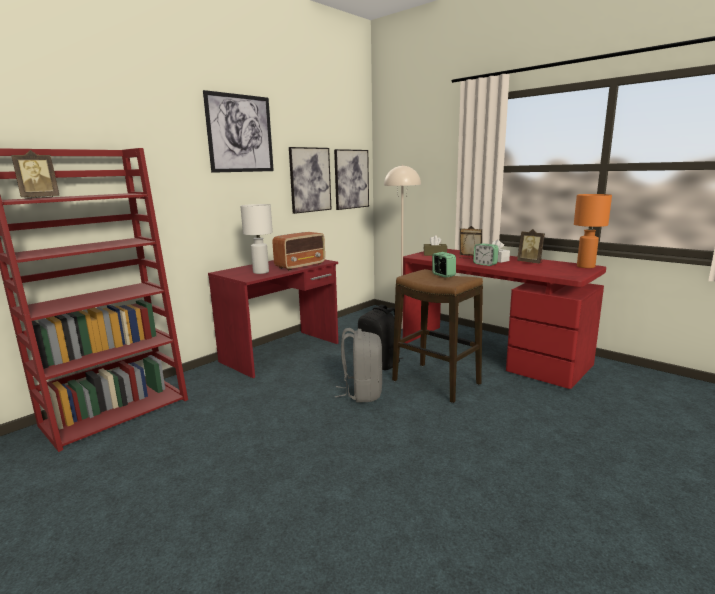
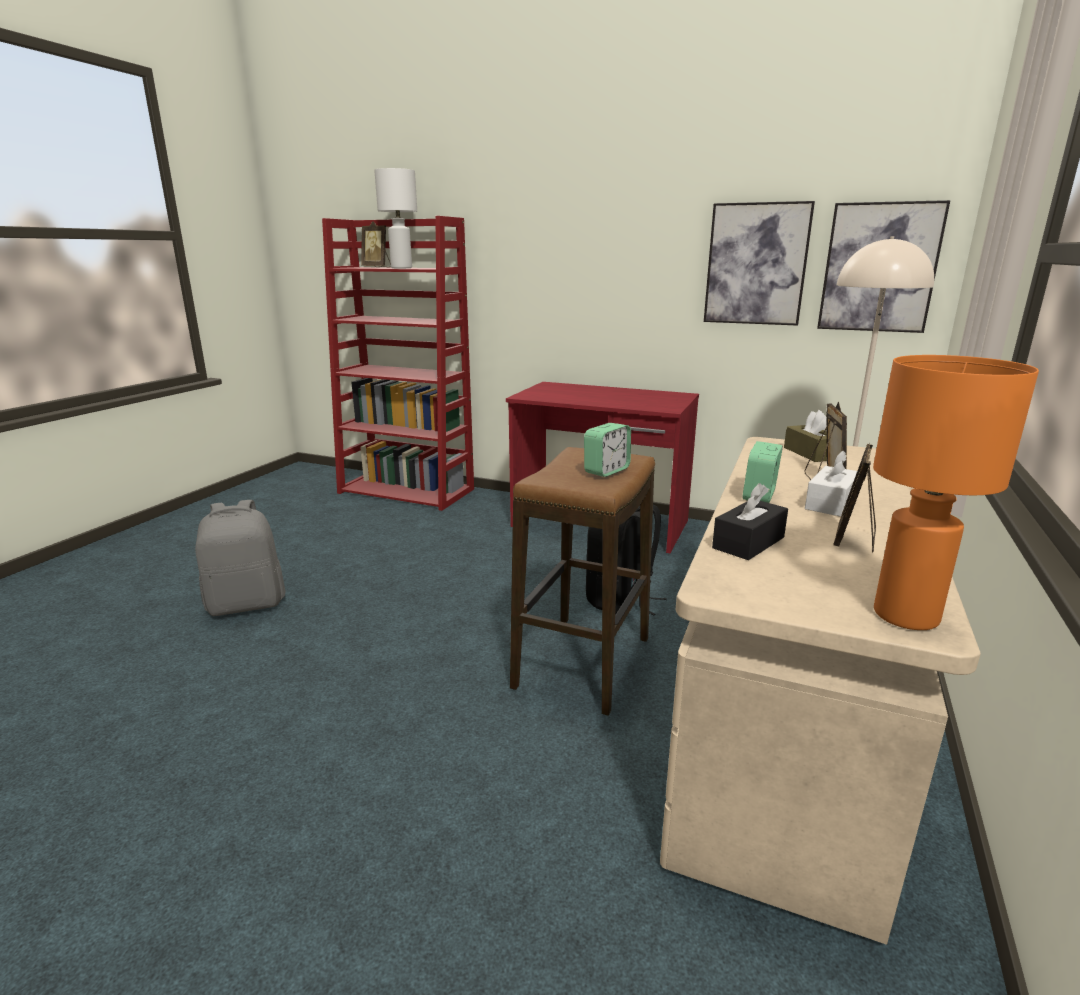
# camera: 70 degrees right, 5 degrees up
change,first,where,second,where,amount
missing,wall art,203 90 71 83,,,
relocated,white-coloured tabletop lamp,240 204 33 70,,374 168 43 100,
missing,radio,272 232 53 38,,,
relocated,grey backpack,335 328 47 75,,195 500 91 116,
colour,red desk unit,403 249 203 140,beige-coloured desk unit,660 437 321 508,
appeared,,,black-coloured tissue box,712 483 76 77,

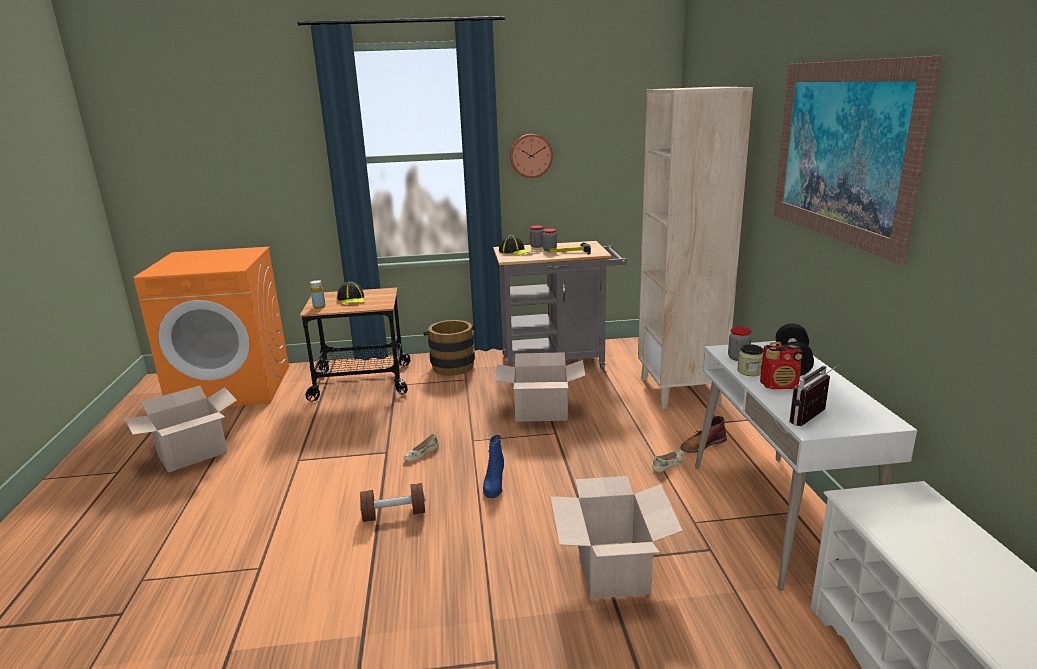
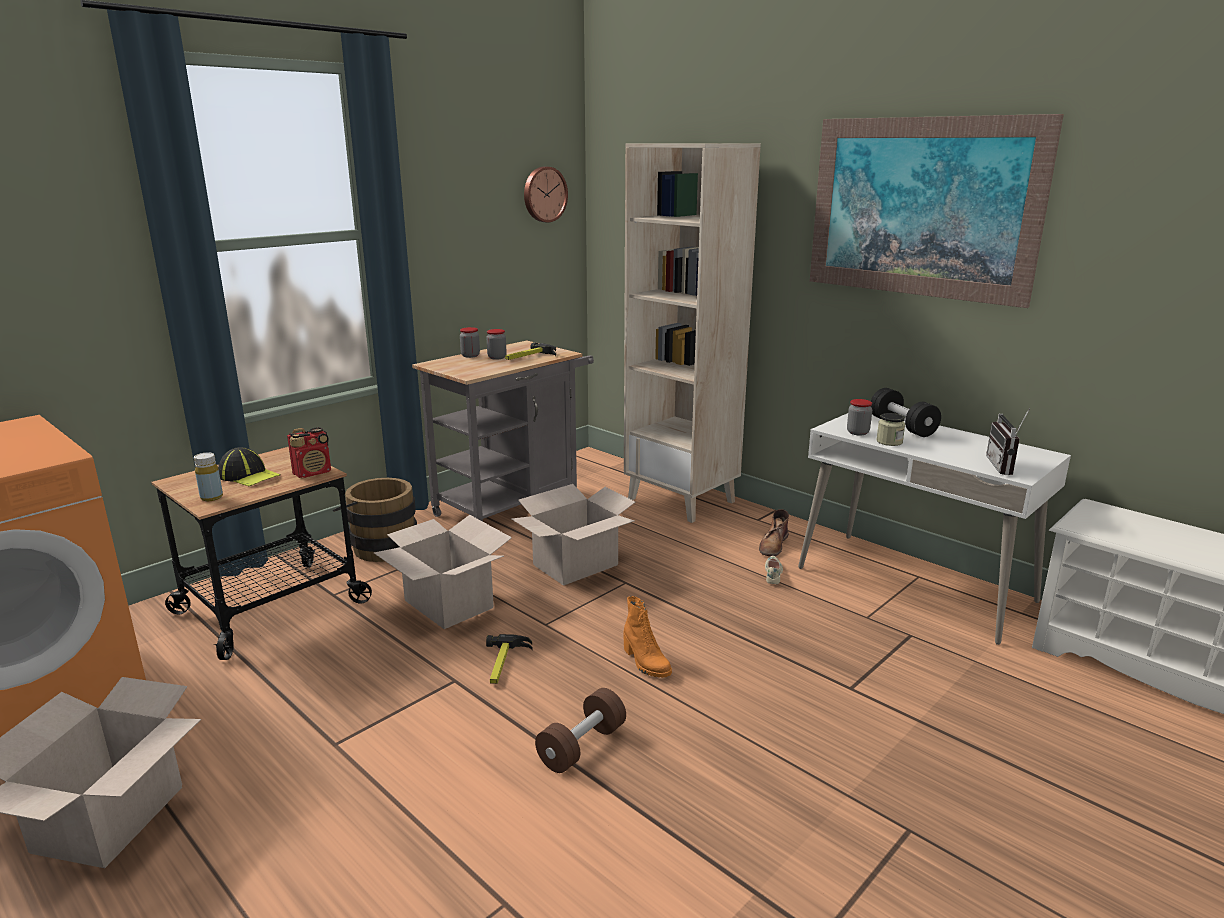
# camera: 40 degrees left, 0 degrees up
change,first,where,second,where,amount
exchanged,beige-coloured item of footwear,403 433 36 29,tool hammer,486 634 47 50,
colour,blue-coloured high-top boot,483 435 21 63,orange-coloured high-top boot,624 596 48 82,
missing,peaked cap,499 235 35 21,,,
relocated,clock on the wall,510 134 43 44,,524 167 44 56,
relocated,packing box,550 476 133 123,,374 515 138 114,
relocated,radio,760 342 44 47,,287 427 44 51,

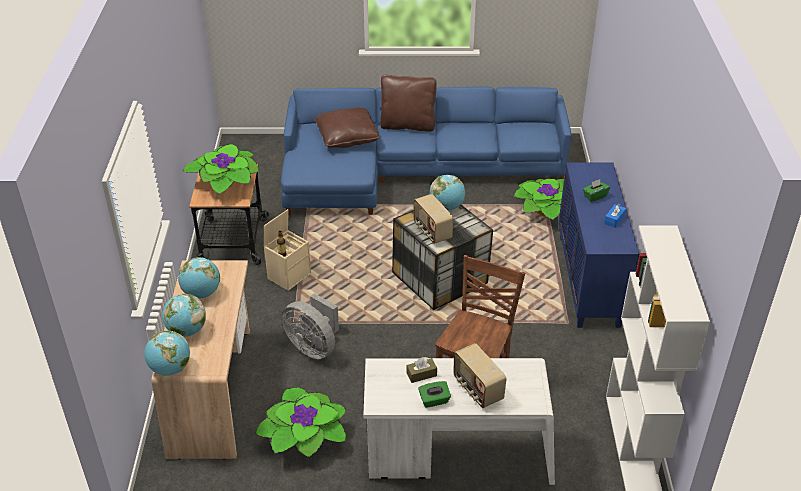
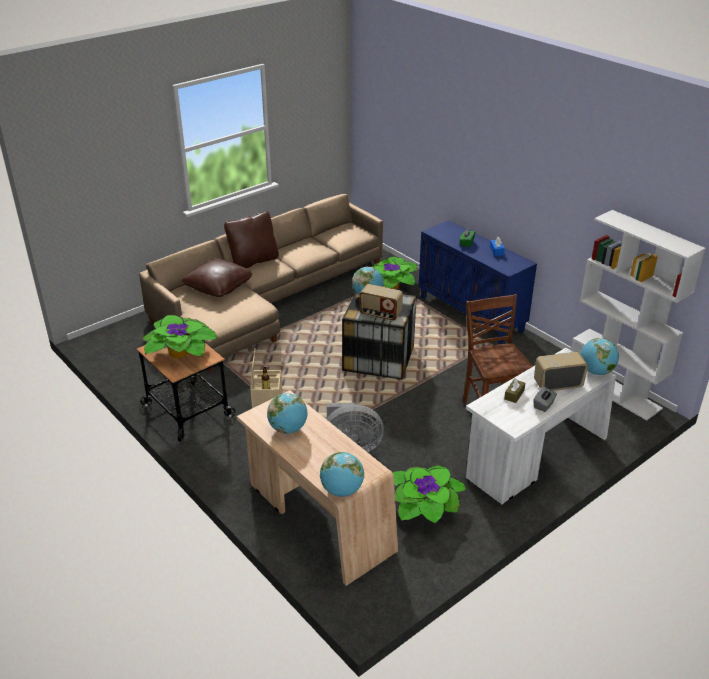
# camera: 40 degrees left, 5 degrees down
change,first,where,second,where,amount
relocated,world globe,162 294 44 43,,581 338 38 37,
colour,blue-coloured couch,281 86 290 130,beige-coloured couch,139 194 244 178,
colour,green tissue box,418 381 33 27,grey tissue box,533 386 24 26,
spun,radio,453 343 53 65,,534 352 54 39,150 degrees clockwise

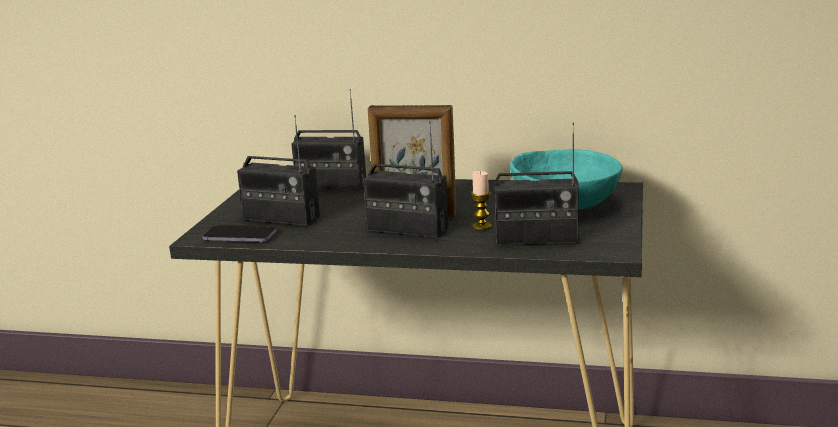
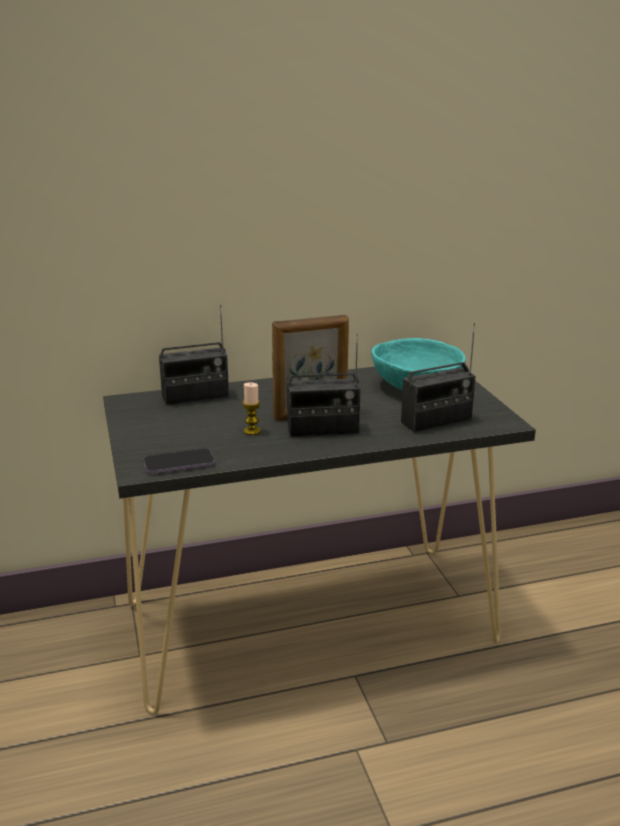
# camera: 30 degrees left, 5 degrees up
change,first,where,second,where,amount
missing,radio,237 115 83 111,,,
relocated,candle,471 171 21 59,,242 382 19 53,

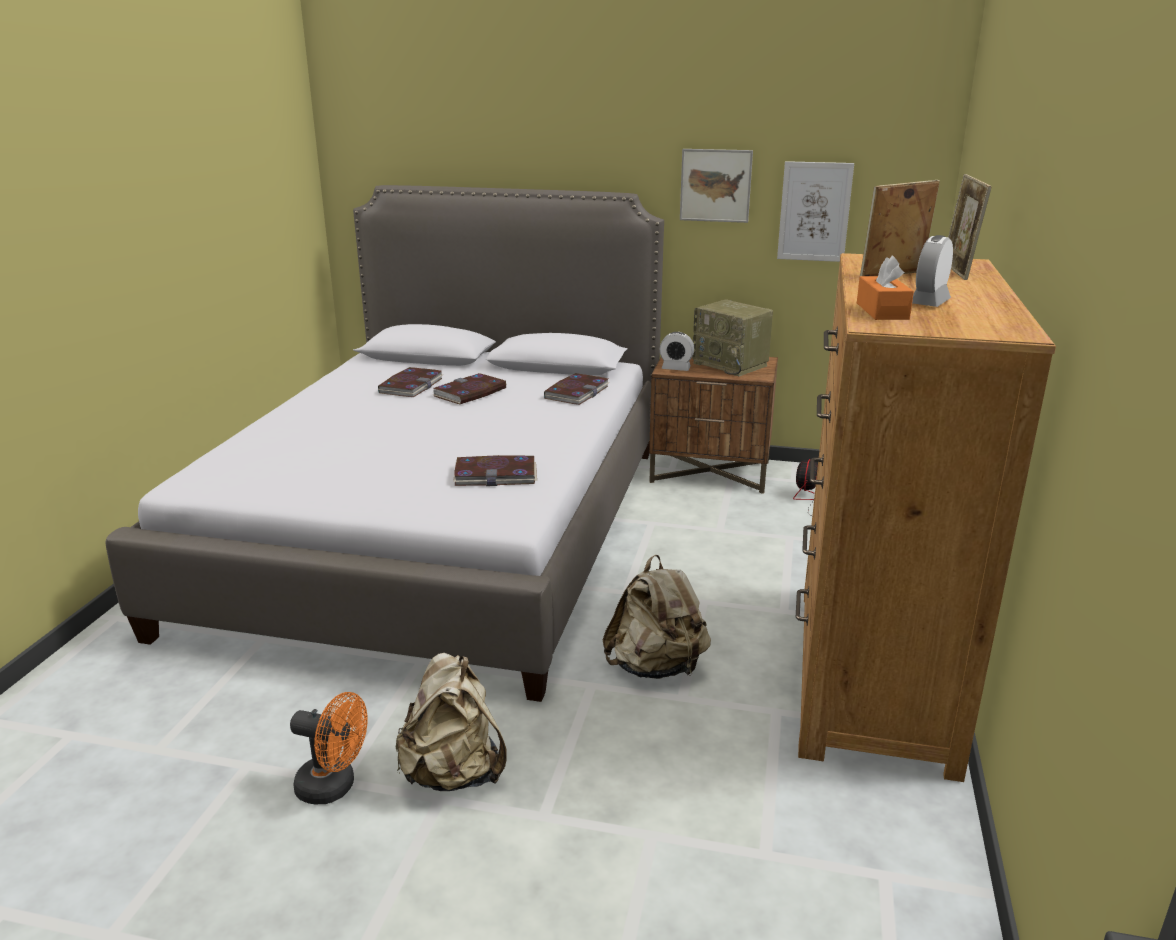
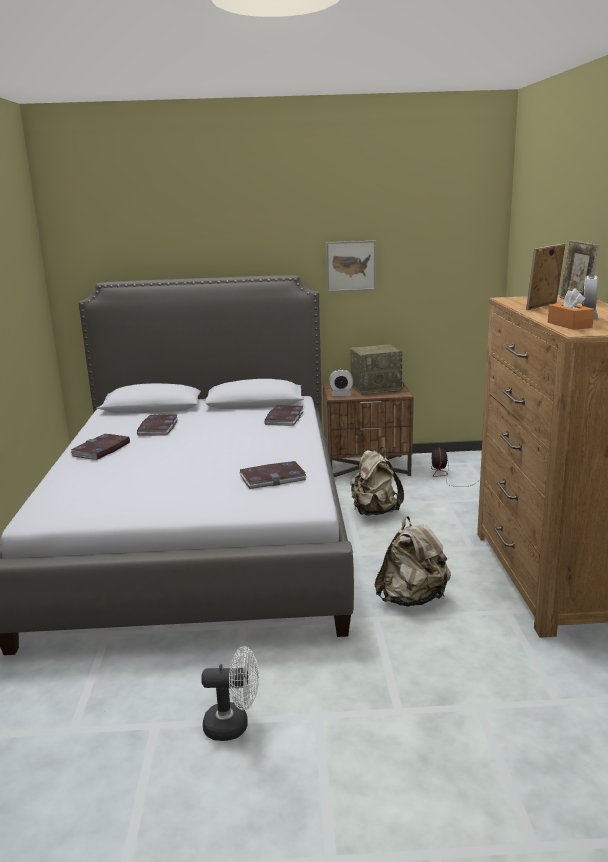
# camera: 15 degrees left, 5 degrees down
change,first,where,second,where,amount
colour,orange-coloured fan,290 692 78 112,white-coloured fan,201 646 58 95,
relocated,beige-coloured backpack,396 653 111 138,,350 447 54 69,
relocated,book,433 373 73 31,,71 434 59 26,
spun,radio,692 299 81 77,,350 344 54 51,45 degrees counterclockwise
missing,wall art,777 161 77 101,,,

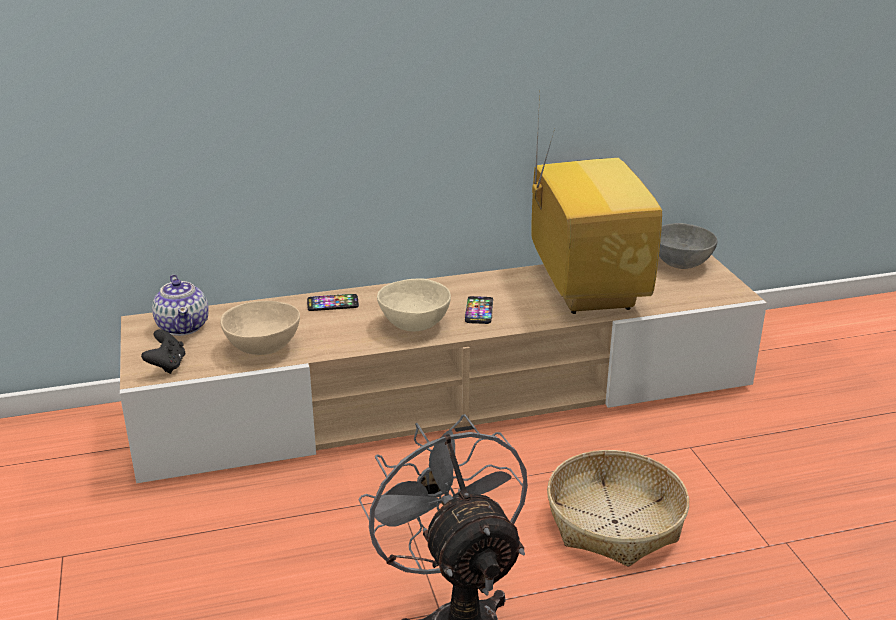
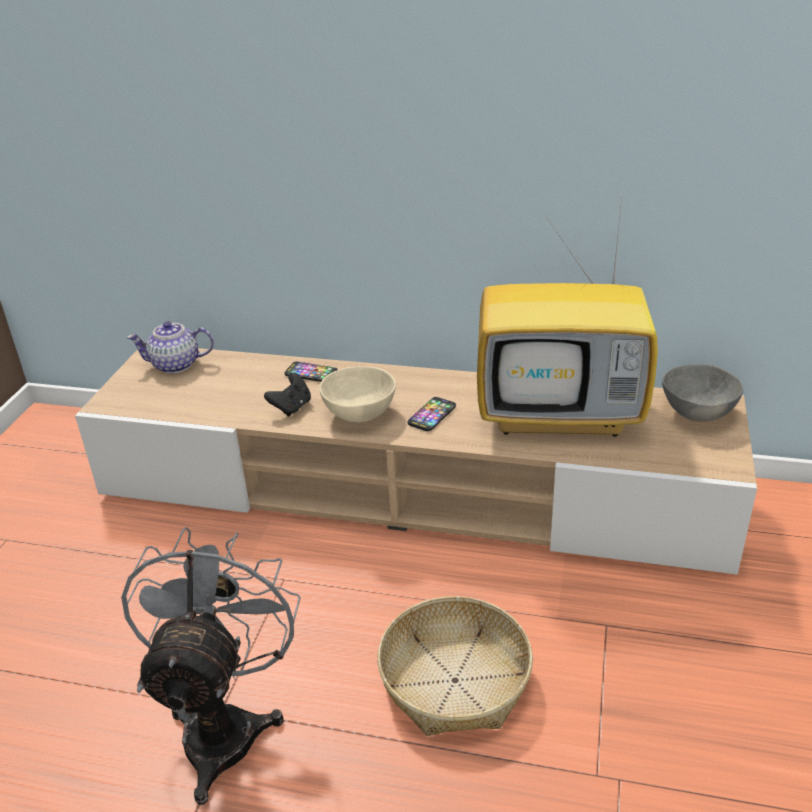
# camera: 30 degrees right, 5 degrees up
change,first,where,second,where,amount
relocated,black-coloured game controller,141 329 44 45,,264 372 47 44,
spun,teapot,152 275 57 61,,127 321 87 53,75 degrees clockwise
missing,beige-coloured deep dish,220 301 80 54,,,
spun,TV set,532 92 130 222,,477 190 181 247,75 degrees clockwise

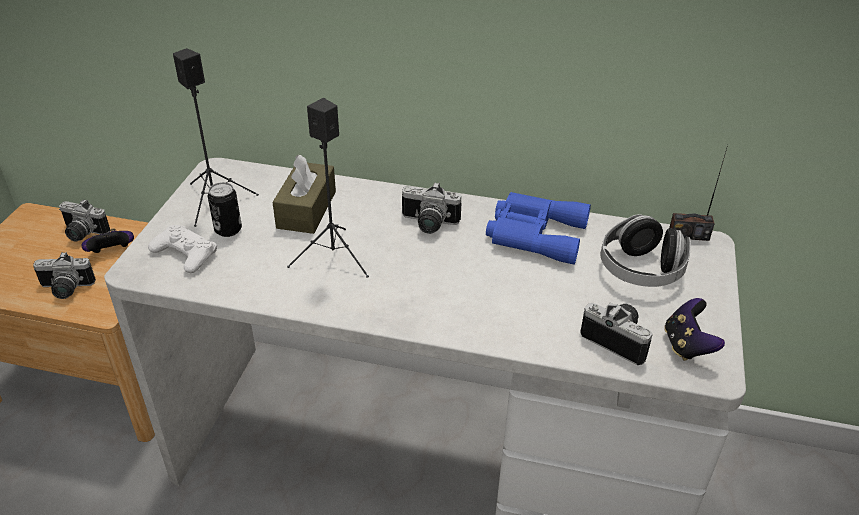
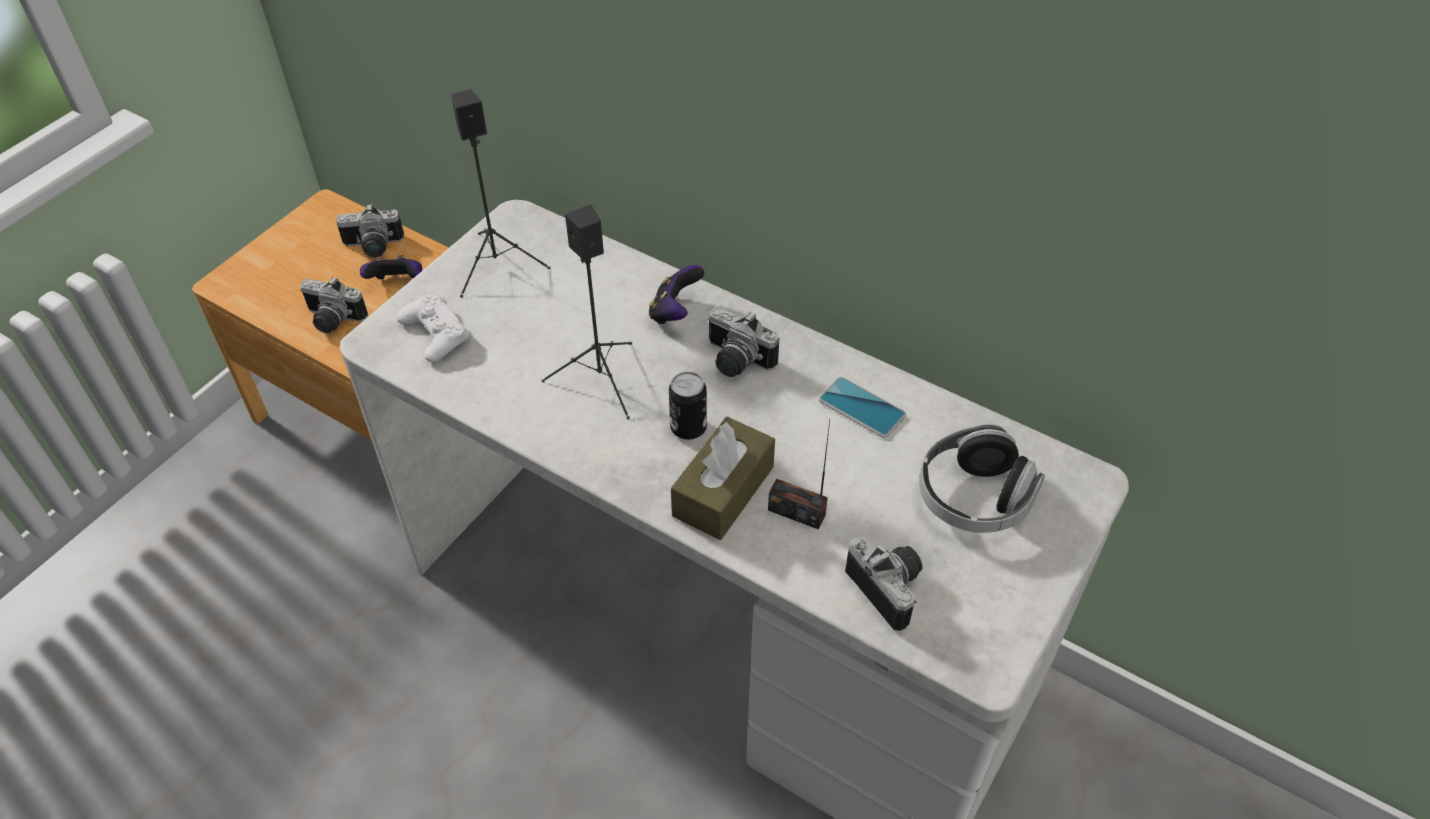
# camera: 20 degrees right, 10 degrees up
change,first,where,second,where,amount
spun,still camera,59 199 51 43,,336 204 68 54,45 degrees counterclockwise
relocated,sealed can,208 182 34 55,,669 372 38 68,
relocated,brown tissue box,272 155 64 79,,671 417 104 123,
exchanged,blue-coloured field glasses,486 192 105 73,handset,819 377 87 61,
relocated,game controller,664 298 61 63,,649 265 55 60,
relocated,radio,669 145 59 96,,768 420 62 109,

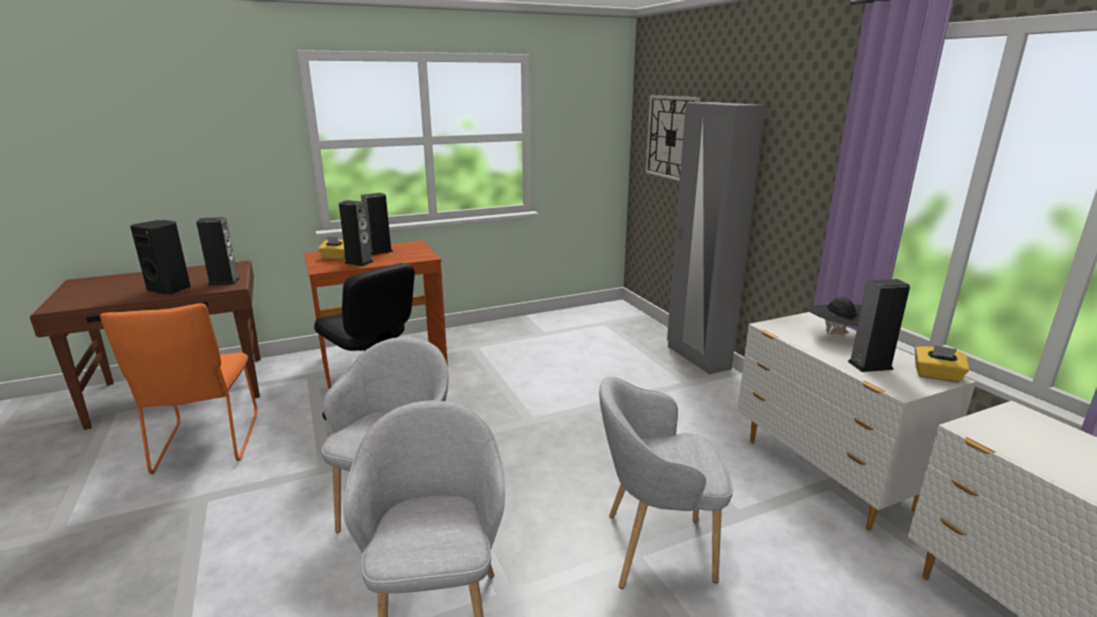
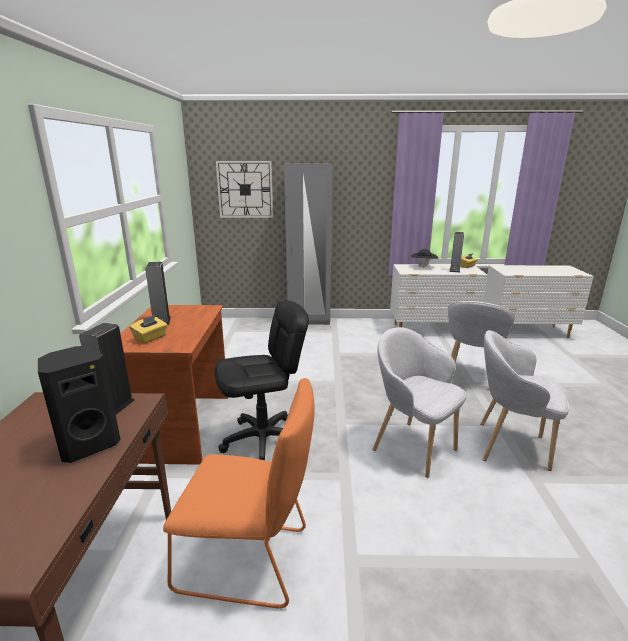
# camera: 65 degrees left, 0 degrees up
change,first,where,second,where,amount
missing,loudspeaker,339 200 35 66,,,

